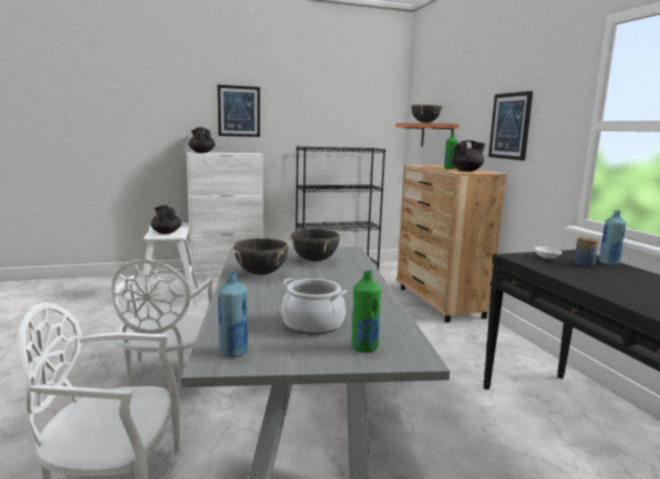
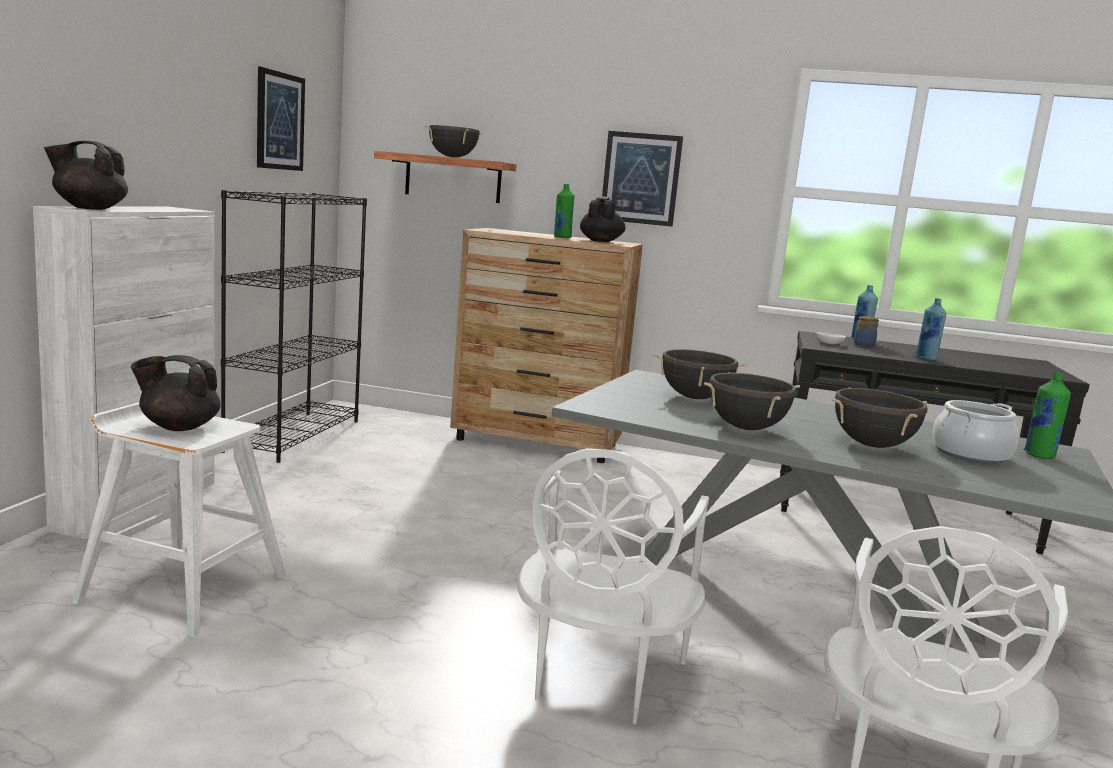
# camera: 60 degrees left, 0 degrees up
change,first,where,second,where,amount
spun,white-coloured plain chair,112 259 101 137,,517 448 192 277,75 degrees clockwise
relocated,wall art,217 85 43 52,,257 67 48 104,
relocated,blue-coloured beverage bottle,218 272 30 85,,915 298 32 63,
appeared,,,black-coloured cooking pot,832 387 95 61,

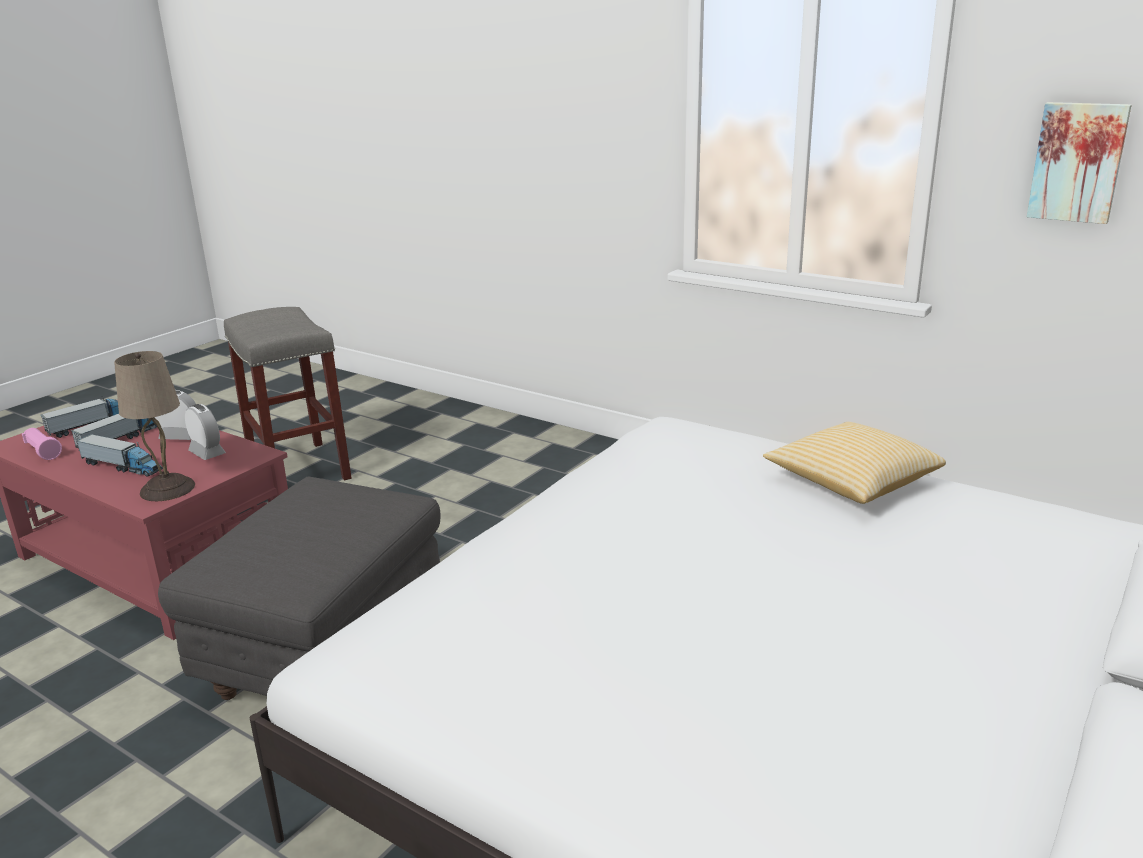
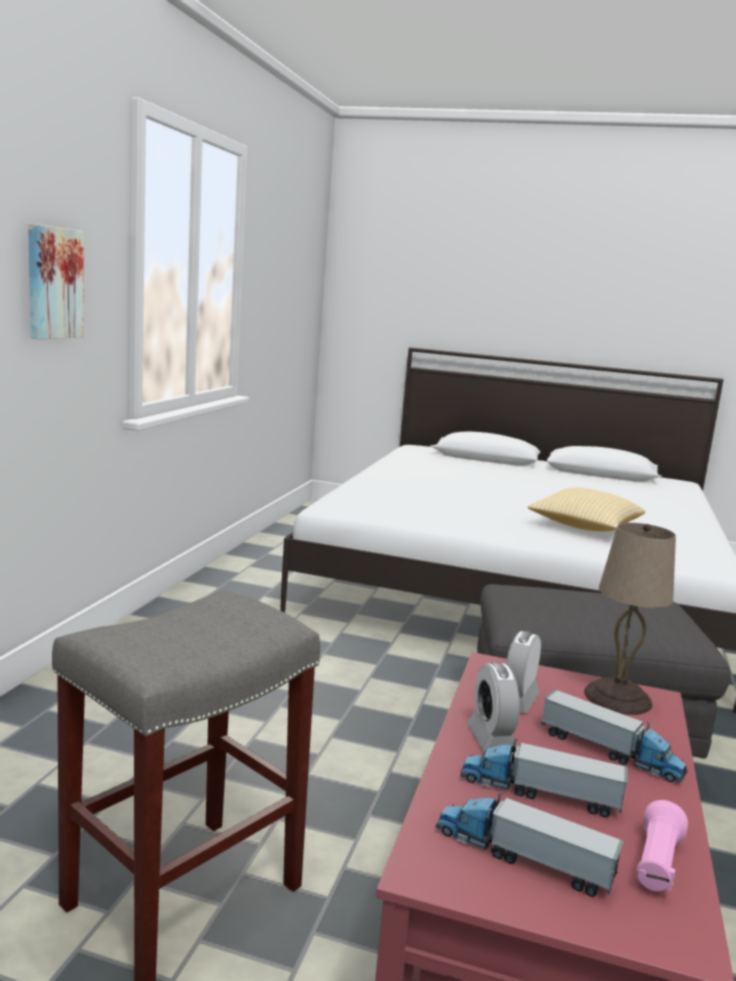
# camera: 110 degrees left, 10 degrees down
change,first,where,second,where,amount
spun,toy lorry,77 434 86 43,,541 689 147 94,120 degrees clockwise
relocated,throw pillow,763 422 183 82,,528 488 117 43,
relocated,wall art,1027 102 105 122,,28 224 56 115,

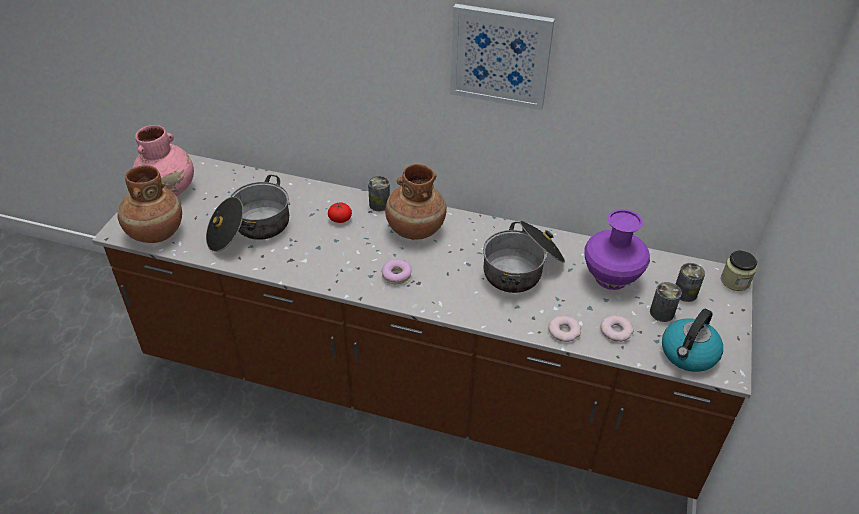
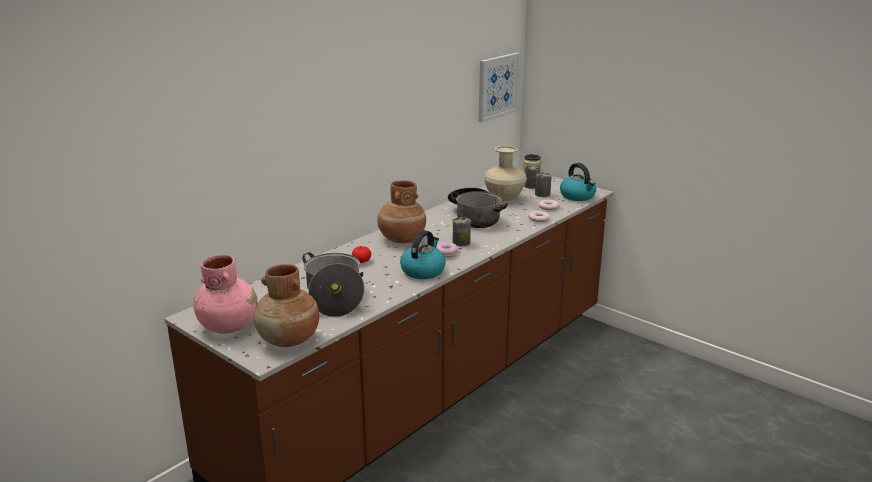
# camera: 65 degrees left, 20 degrees down
change,first,where,second,where,amount
relocated,sealed can,368 176 22 35,,453 217 18 29,
relocated,wall art,450 4 105 106,,479 53 41 70,
colour,purple vase,584 209 66 81,beige-coloured vase,484 146 43 57,
appeared,,,kettle,400 230 46 49,

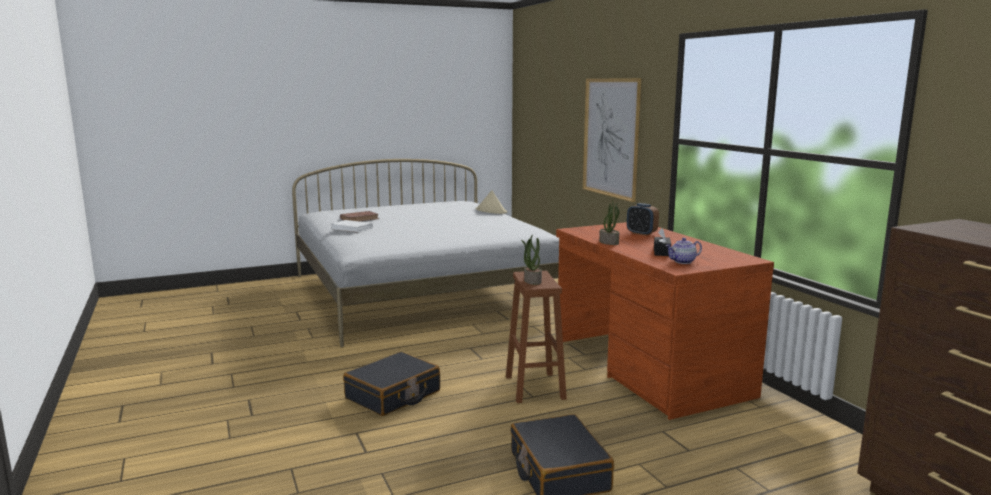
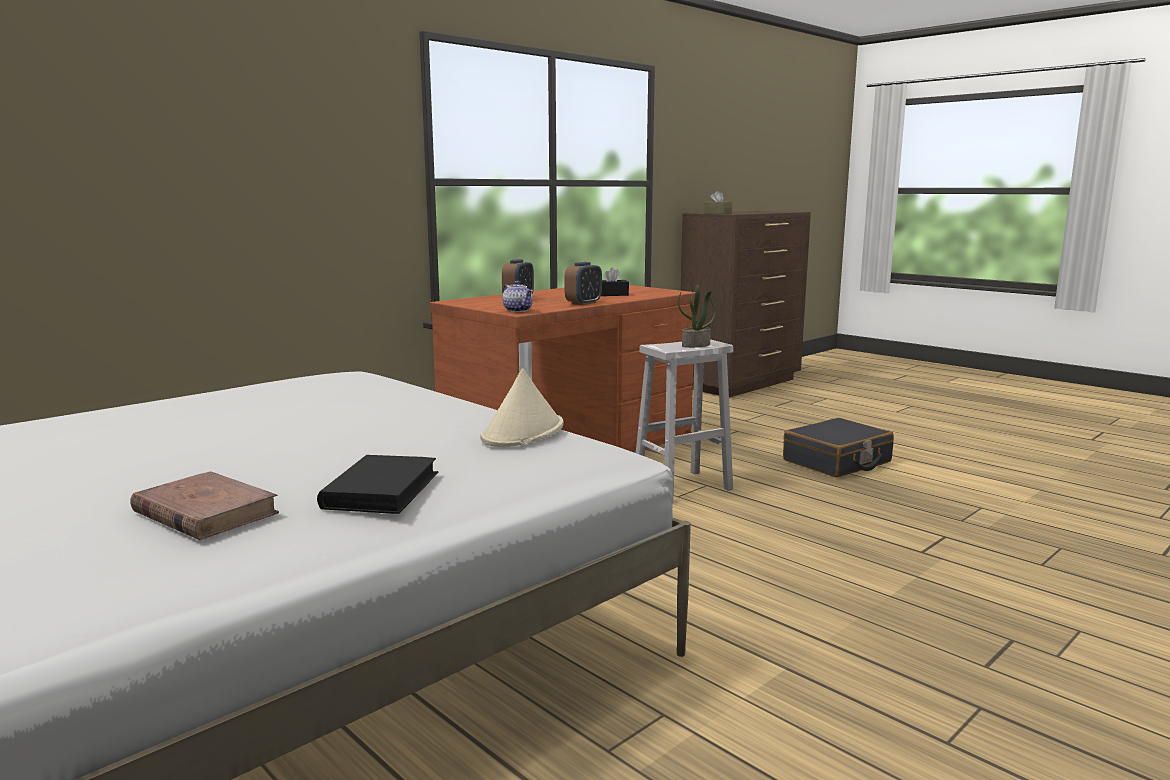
# camera: 110 degrees left, 0 degrees up
change,first,where,second,where,amount
colour,white-coloured book,331 220 42 13,black-coloured book,317 455 121 59,
missing,black-coloured travel case,343 352 97 64,,,
relocated,beige-coloured clothing hat,476 190 31 24,,480 368 83 79,
colour,brown sitting stool,506 271 61 132,white-coloured sitting stool,636 339 97 163,
missing,wall art,583 78 58 124,,,
exchanged,potted plant,599 200 20 45,bedside clock,564 262 38 43,
relocated,teapot,666 238 36 26,,502 281 31 31,
appeared,,,brown tissue box,704 191 28 23,

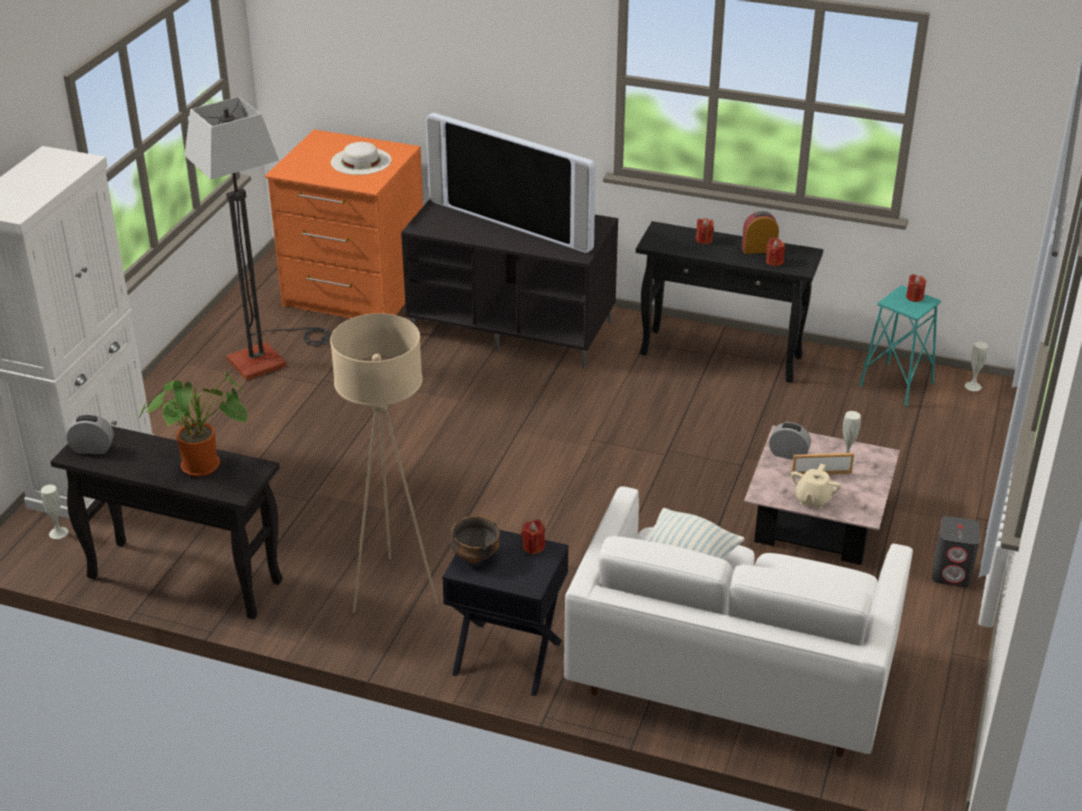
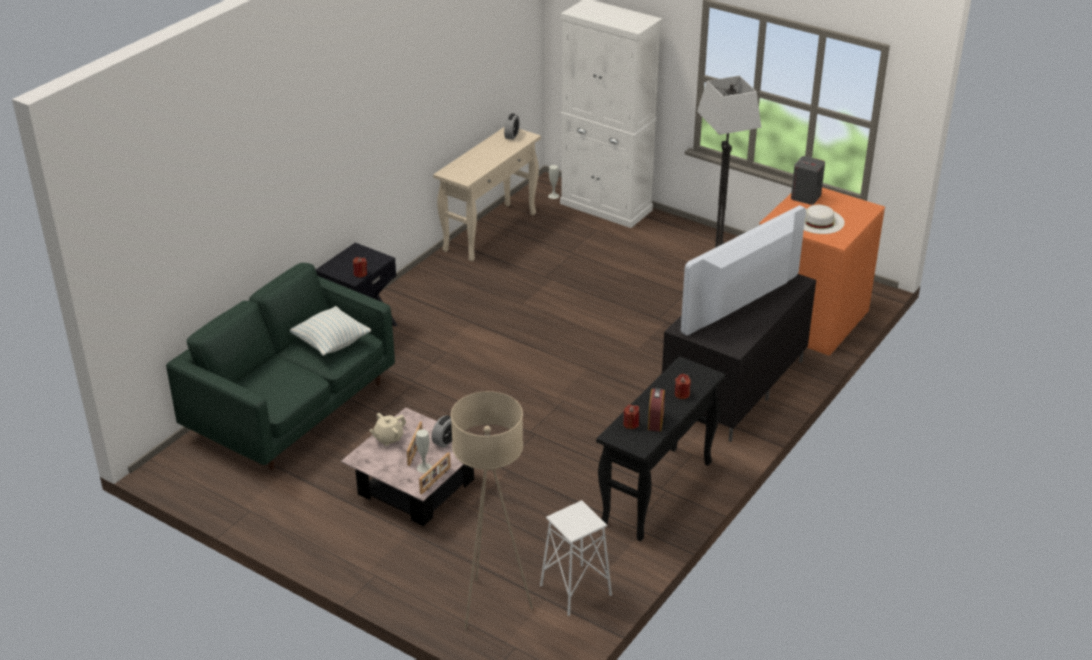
# camera: 105 degrees right, 0 degrees up
change,first,where,second,where,amount
colour,black-coloured console table,50 426 233 193,beige-coloured console table,433 127 108 135,
missing,potted plant,139 371 109 106,,,
relocated,beige-coloured floor lamp,330 313 108 300,,451 391 82 238,
missing,deep dish,451 516 49 47,,,
colour,white-coloured couch,564 486 349 271,green couch,166 263 229 207,
spun,beige-coloured teapot,791 464 50 45,,369 413 37 33,75 degrees counterclockwise
colour,turquoise sitting stool,859 285 82 122,white-coloured sitting stool,540 500 72 116,
missing,red candle,906 274 20 28,,,
relocated,grey loudspeaker,932 516 48 71,,791 156 34 49,
missing,white-coloured vase,965 342 23 49,,,
appeared,,,picture frame,419 452 32 43,

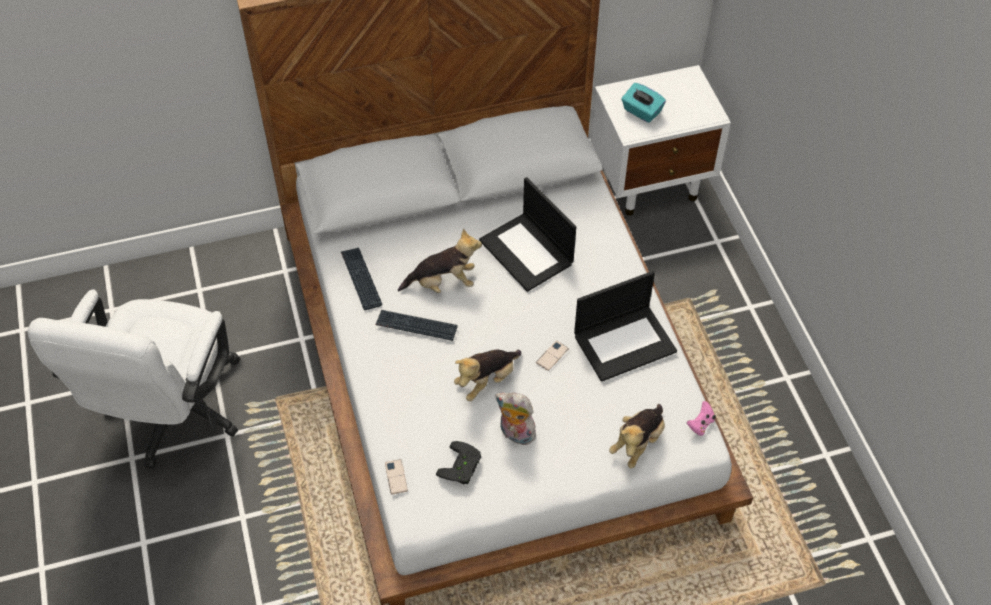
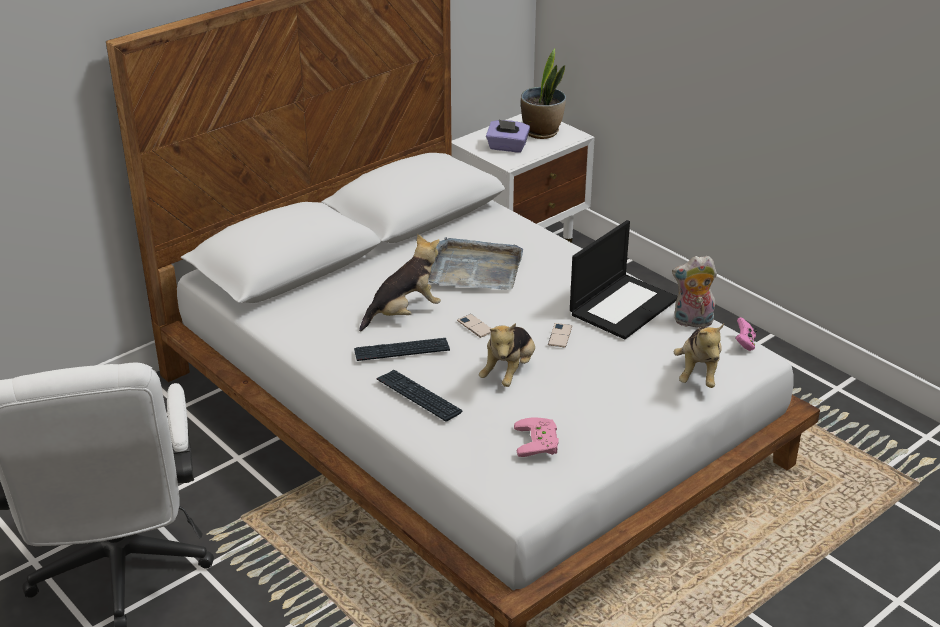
# camera: 25 degrees left, 20 degrees down
change,first,where,second,where,amount
relocated,PC keyboard,341 247 42 63,,377 370 86 52,
relocated,handset,385 459 23 36,,457 314 34 24,
colour,black-coloured game controller,436 441 45 43,pink-coloured game controller,514 418 45 39,
exchanged,portable computer,479 177 97 115,grey tray,428 237 95 53,
relocated,plush toy,495 393 44 52,,672 256 45 73,
colour,turquoise tissue box,621 83 45 40,purple tissue box,486 120 44 33,
appeared,,,potted plant,521 48 45 91,

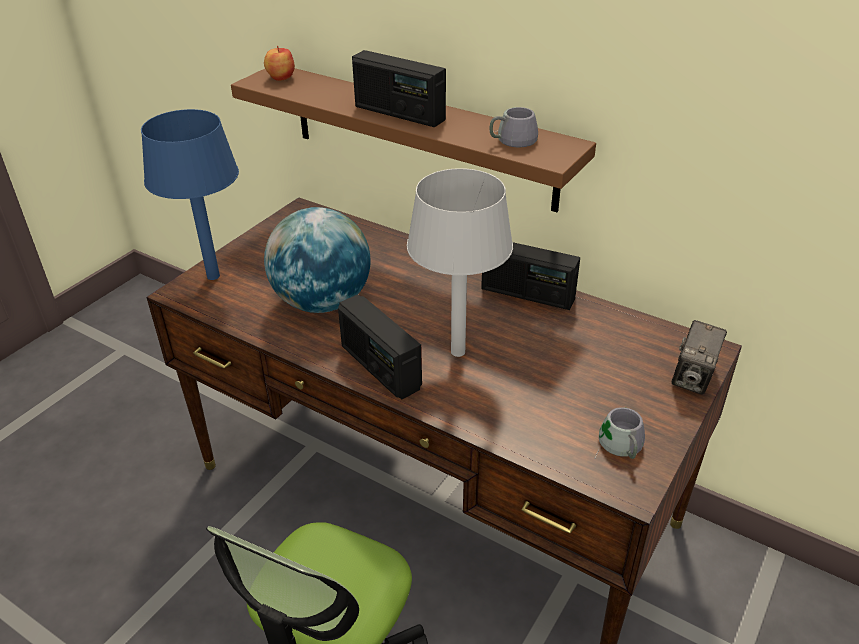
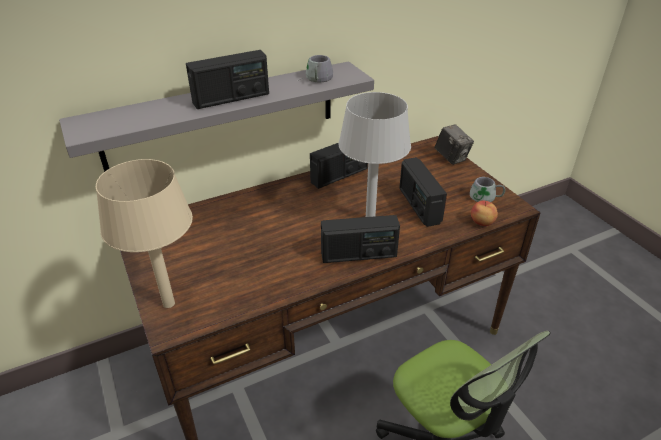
# camera: 60 degrees left, 0 degrees up
change,first,where,second,where,amount
colour,blue-coloured tabletop lamp,141 109 98 171,beige-coloured tabletop lamp,96 159 97 149,
colour,brown wall shelf,231 68 365 144,grey wall shelf,59 61 315 111,
relocated,apple fruit,264 46 31 35,,471 201 27 25,
missing,world globe,264 207 107 106,,,
appeared,,,radio,399 157 48 70,

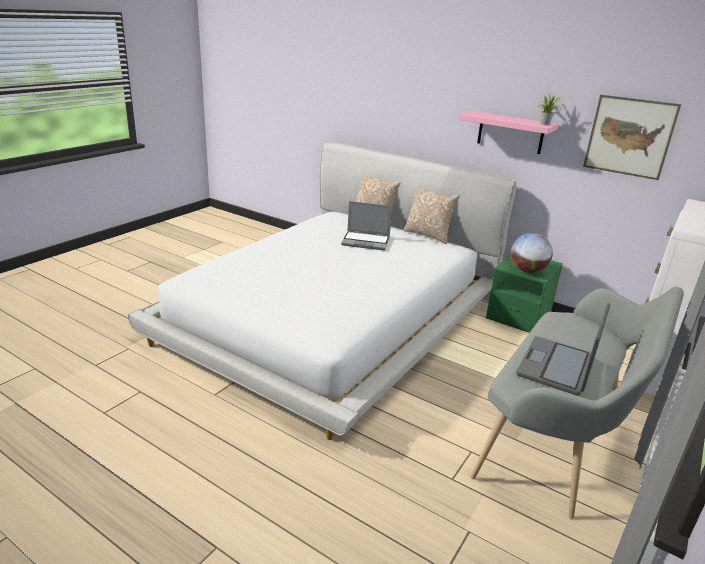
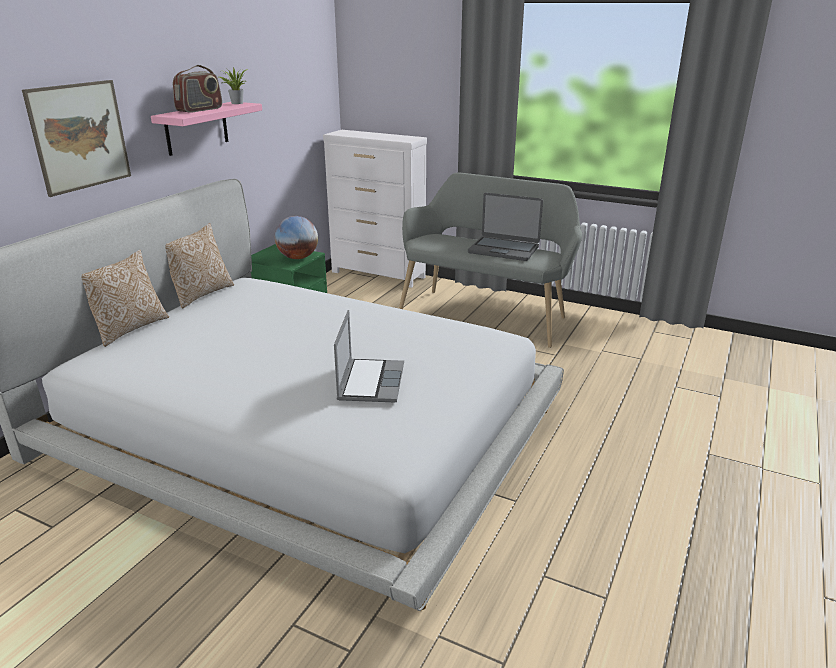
# camera: 95 degrees left, 0 degrees up
change,first,where,second,where,amount
relocated,portable computer,341 201 51 50,,334 310 70 93,
relocated,wall art,583 95 98 85,,22 80 109 117,
appeared,,,radio,173 65 49 48,

